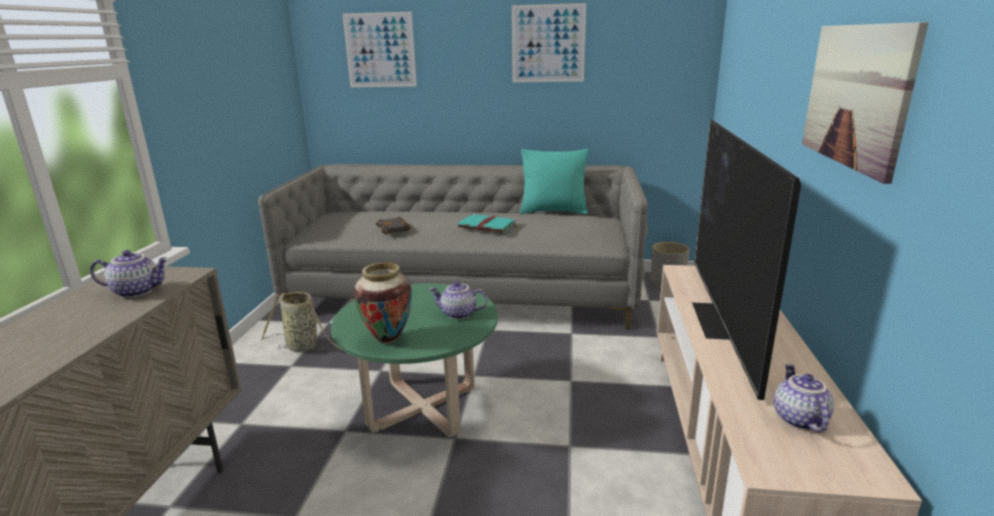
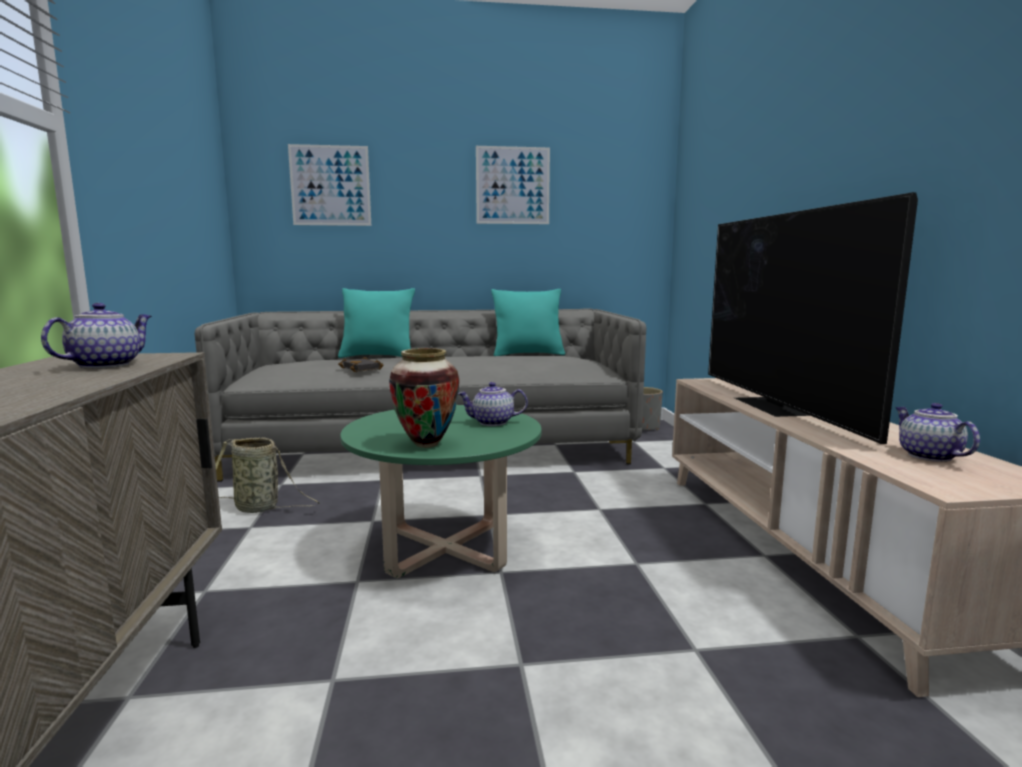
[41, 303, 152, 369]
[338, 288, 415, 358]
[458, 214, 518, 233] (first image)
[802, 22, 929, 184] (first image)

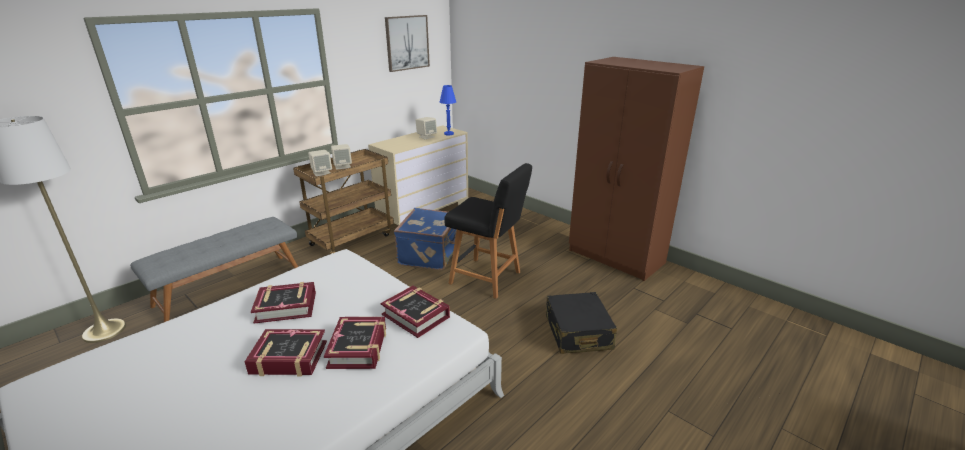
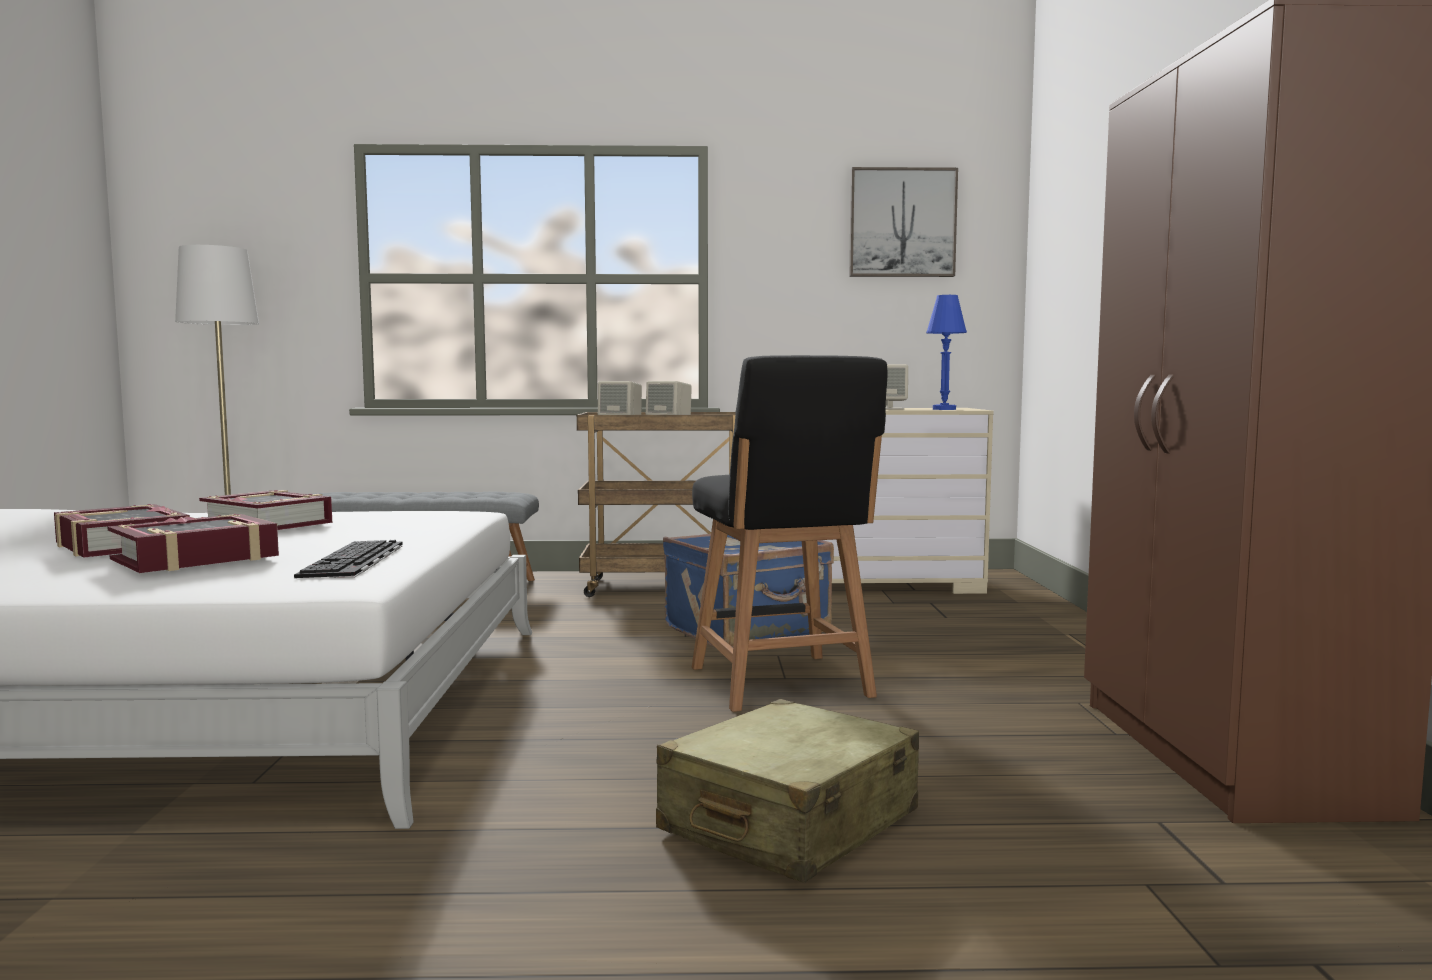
[294, 540, 403, 578]
[656, 699, 919, 883]

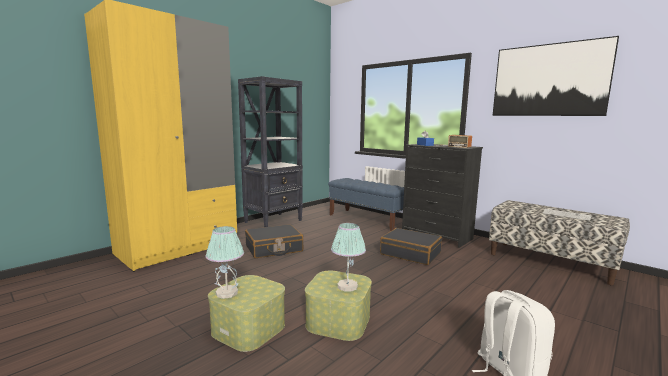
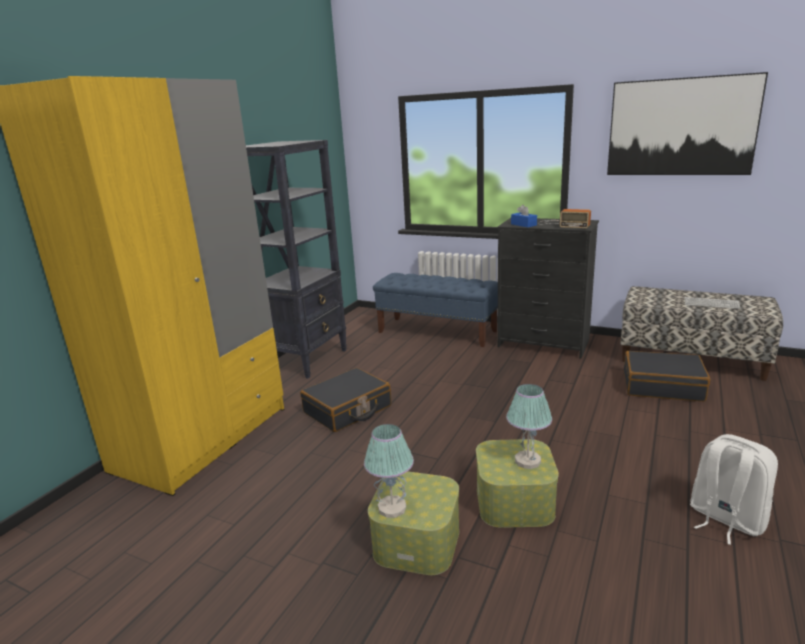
[624, 351, 710, 401]

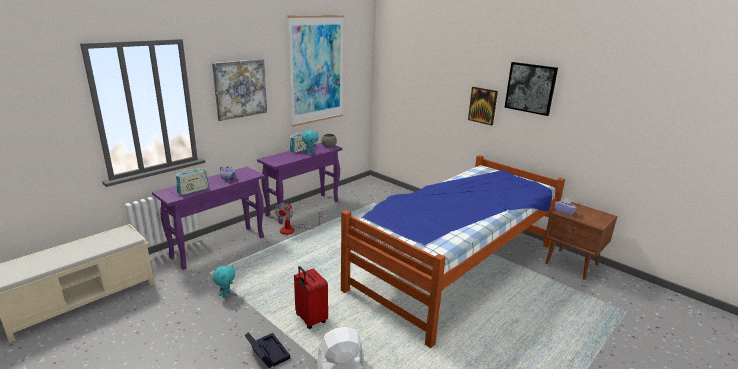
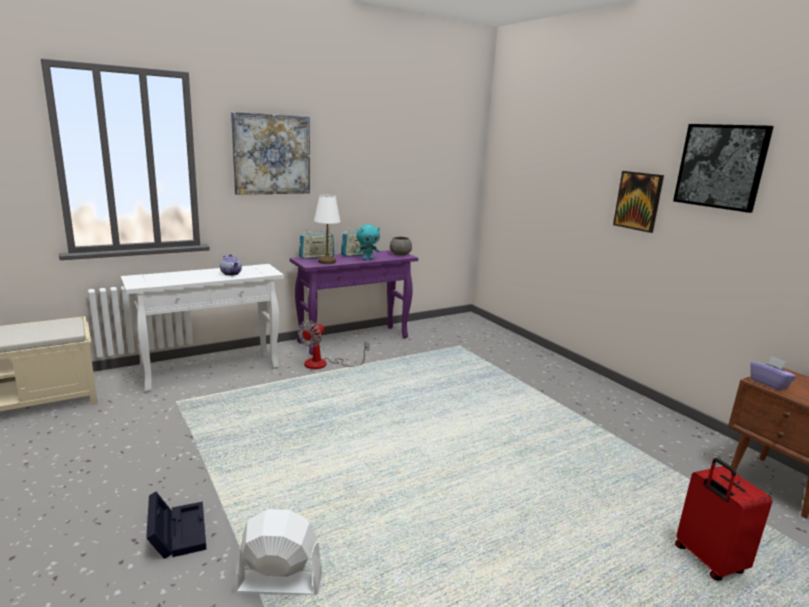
[121, 264, 284, 392]
[299, 229, 334, 259]
[314, 195, 341, 264]
[675, 458, 772, 581]
[213, 265, 235, 298] (first image)
[288, 15, 344, 126] (first image)
[341, 155, 565, 348] (first image)

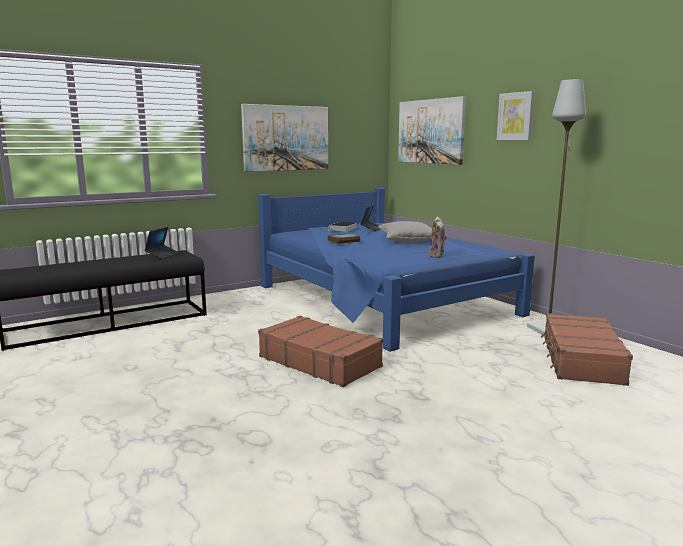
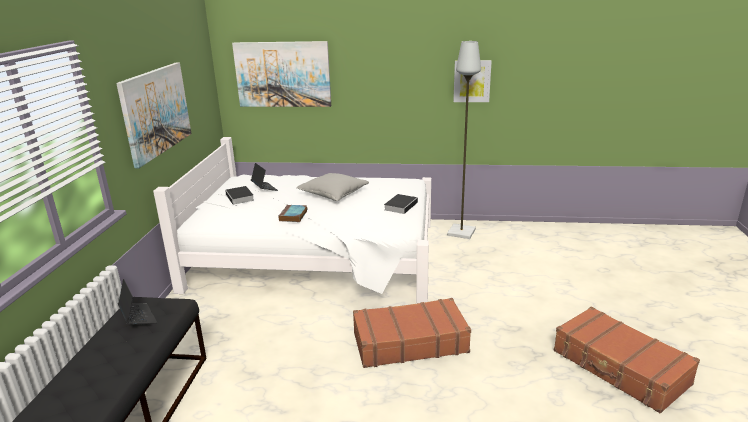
[153, 137, 431, 303]
[384, 194, 418, 214]
[453, 60, 492, 102]
[554, 307, 700, 413]

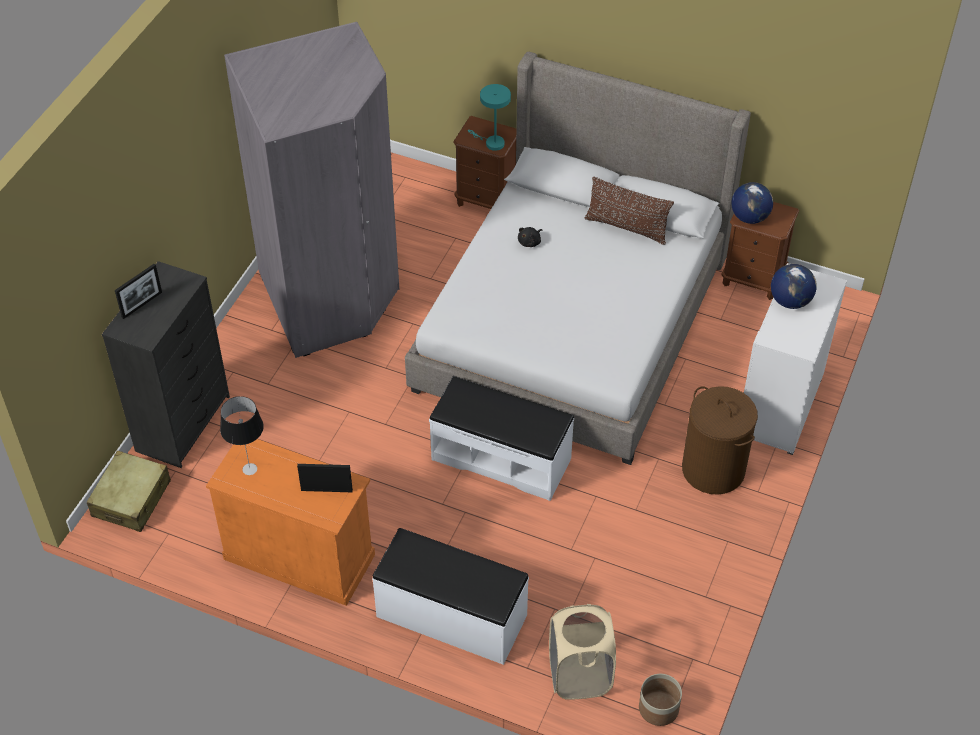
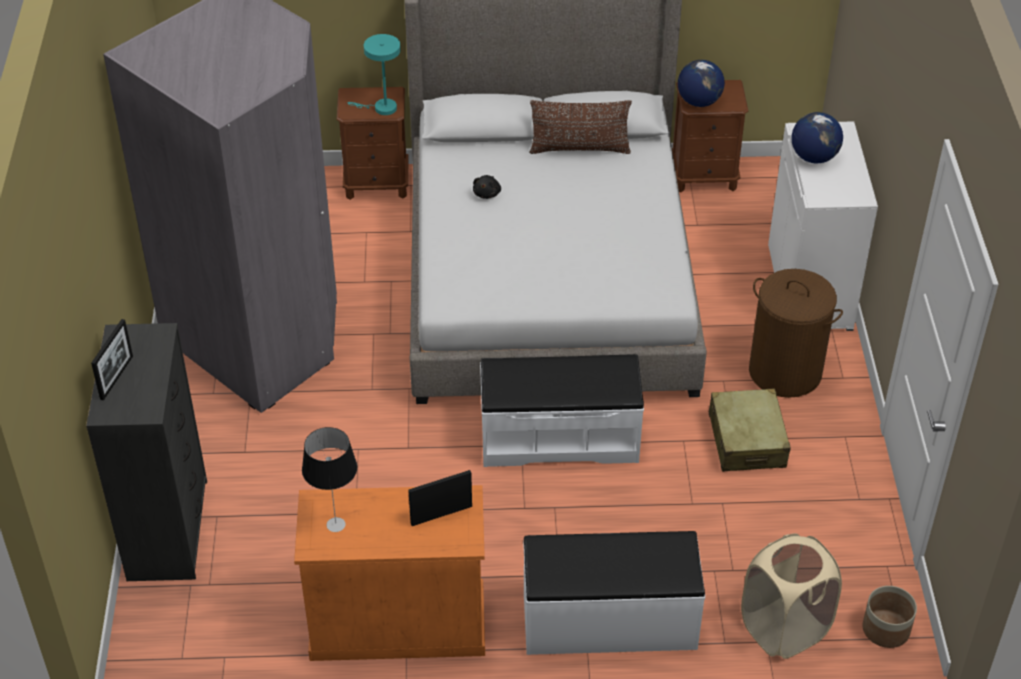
[709, 388, 791, 472]

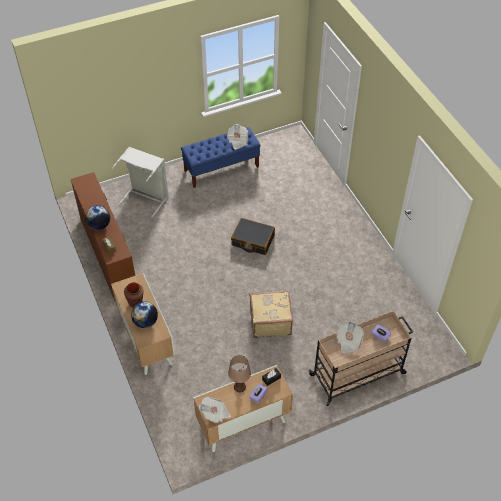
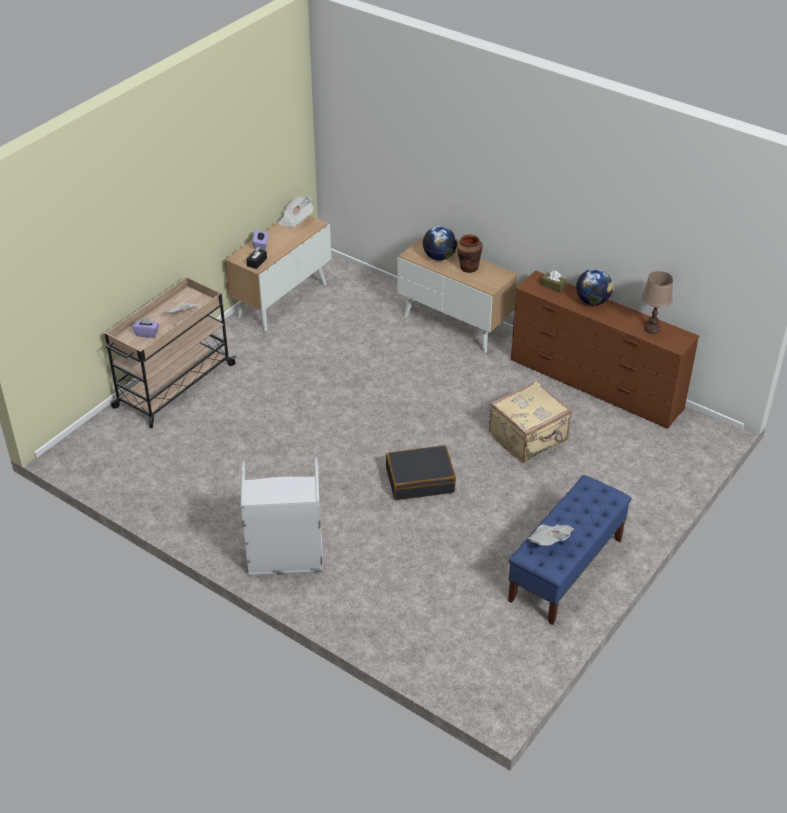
[240, 458, 323, 576]
[489, 381, 572, 463]
[642, 271, 673, 334]

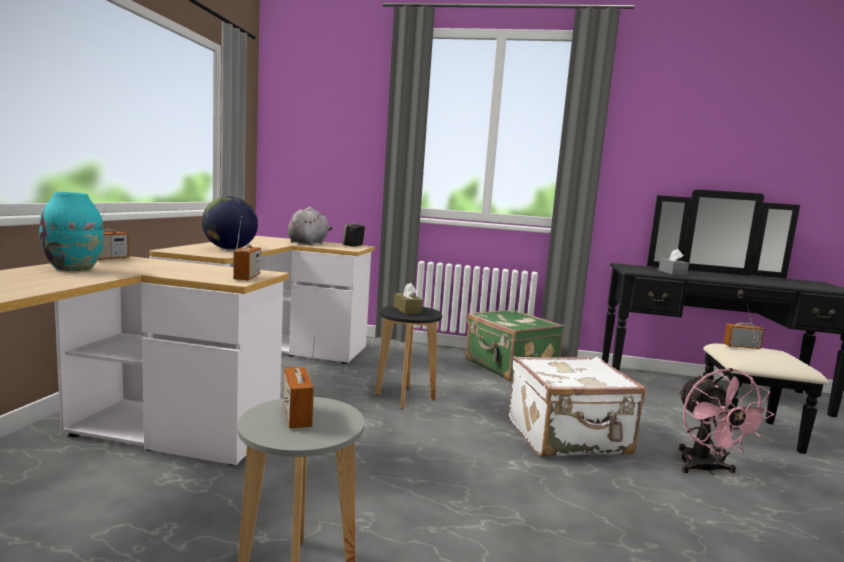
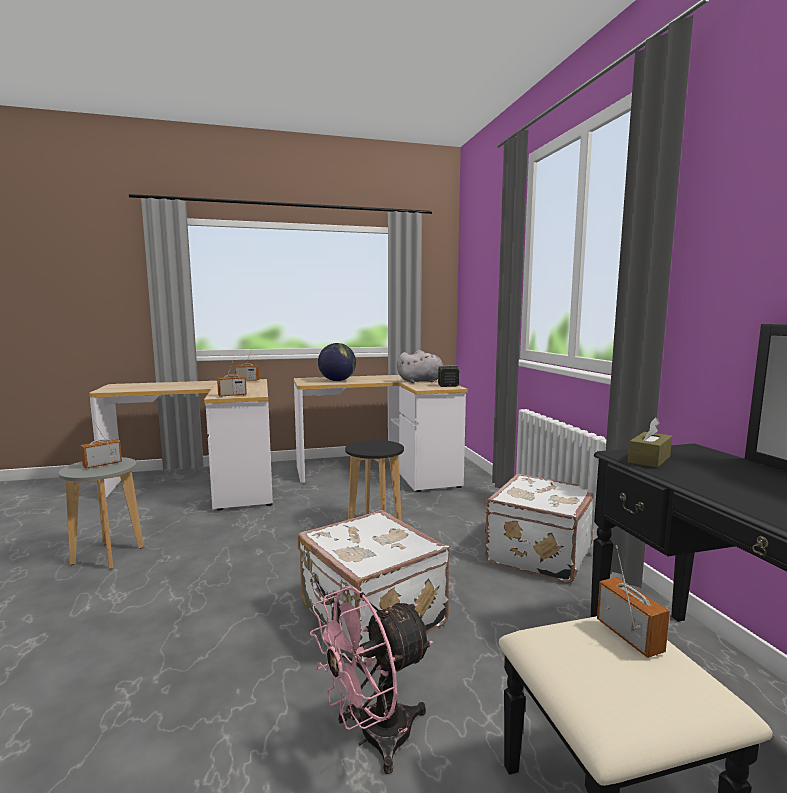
[485, 474, 594, 583]
[628, 417, 672, 468]
[39, 192, 104, 271] (first image)
[659, 249, 689, 276] (first image)

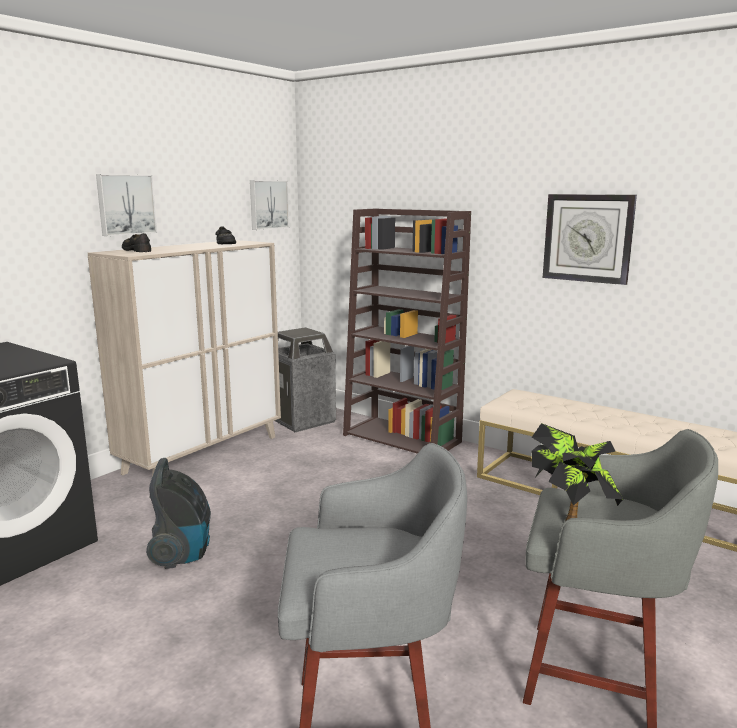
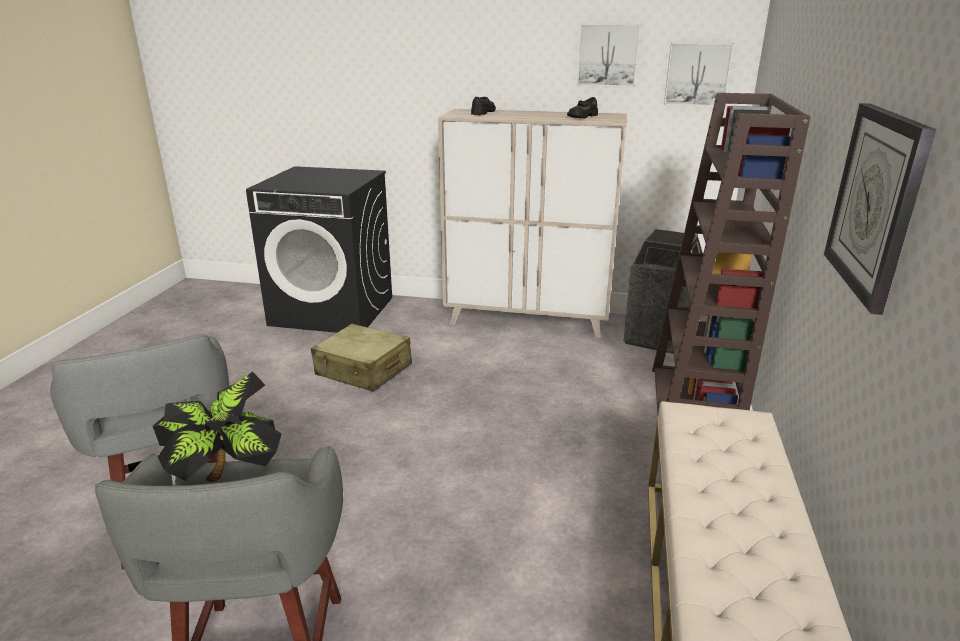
[311, 324, 412, 392]
[577, 24, 640, 87]

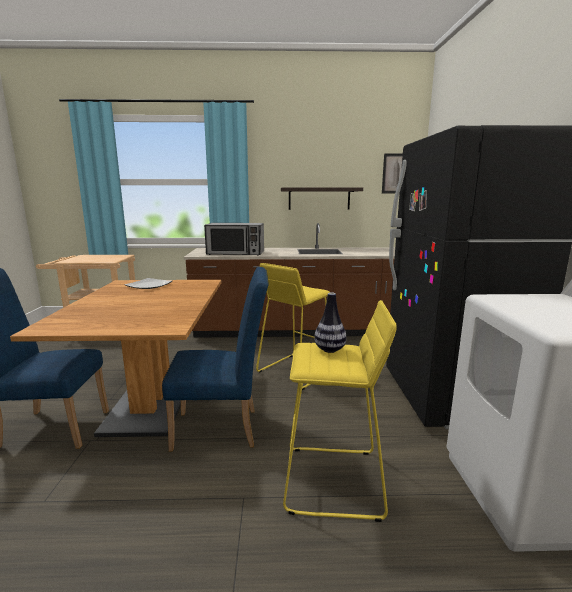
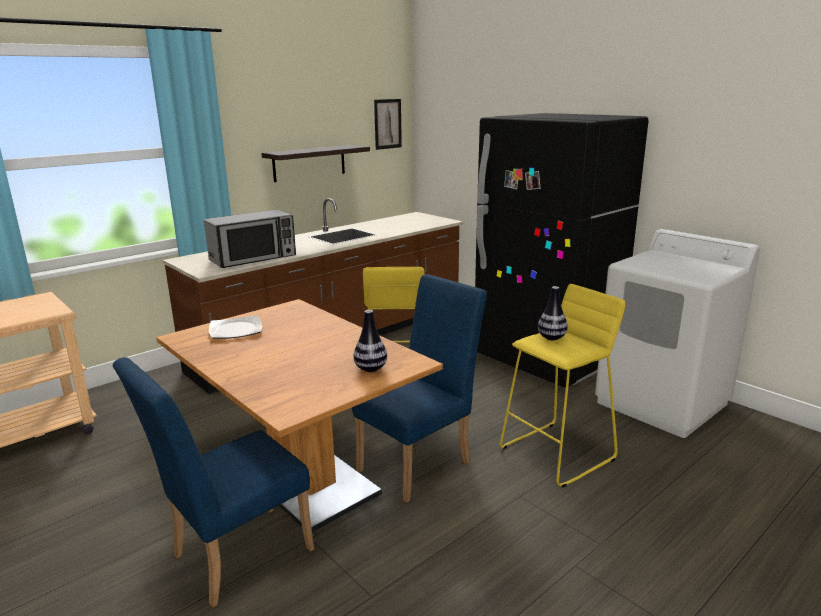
[354, 310, 387, 372]

